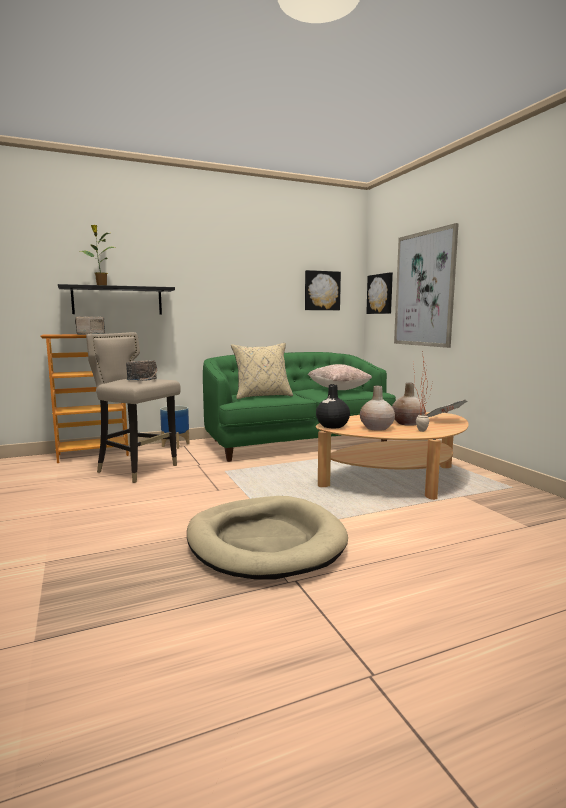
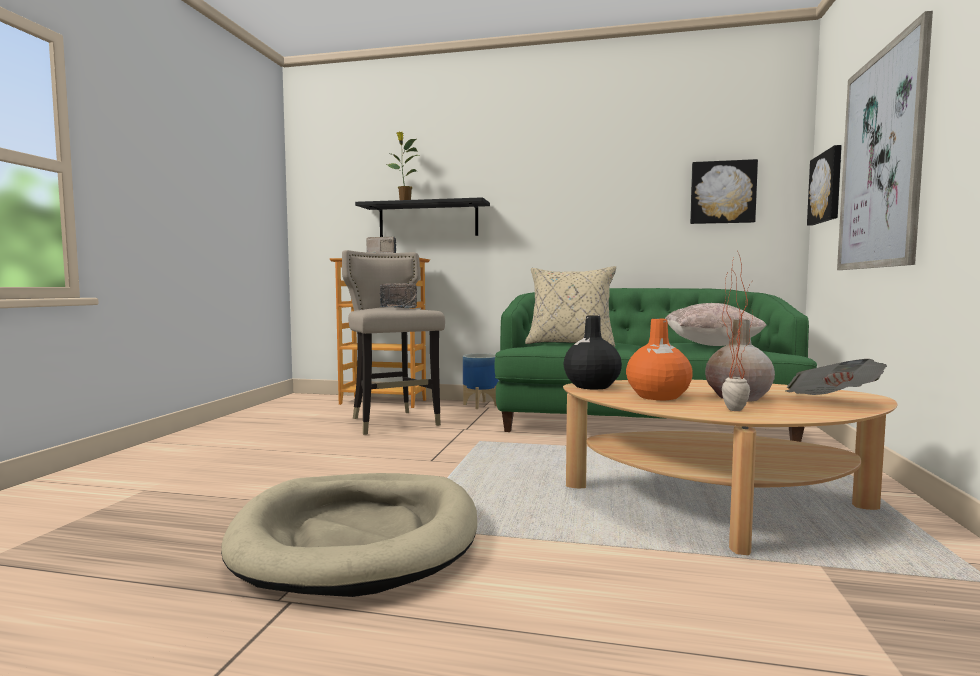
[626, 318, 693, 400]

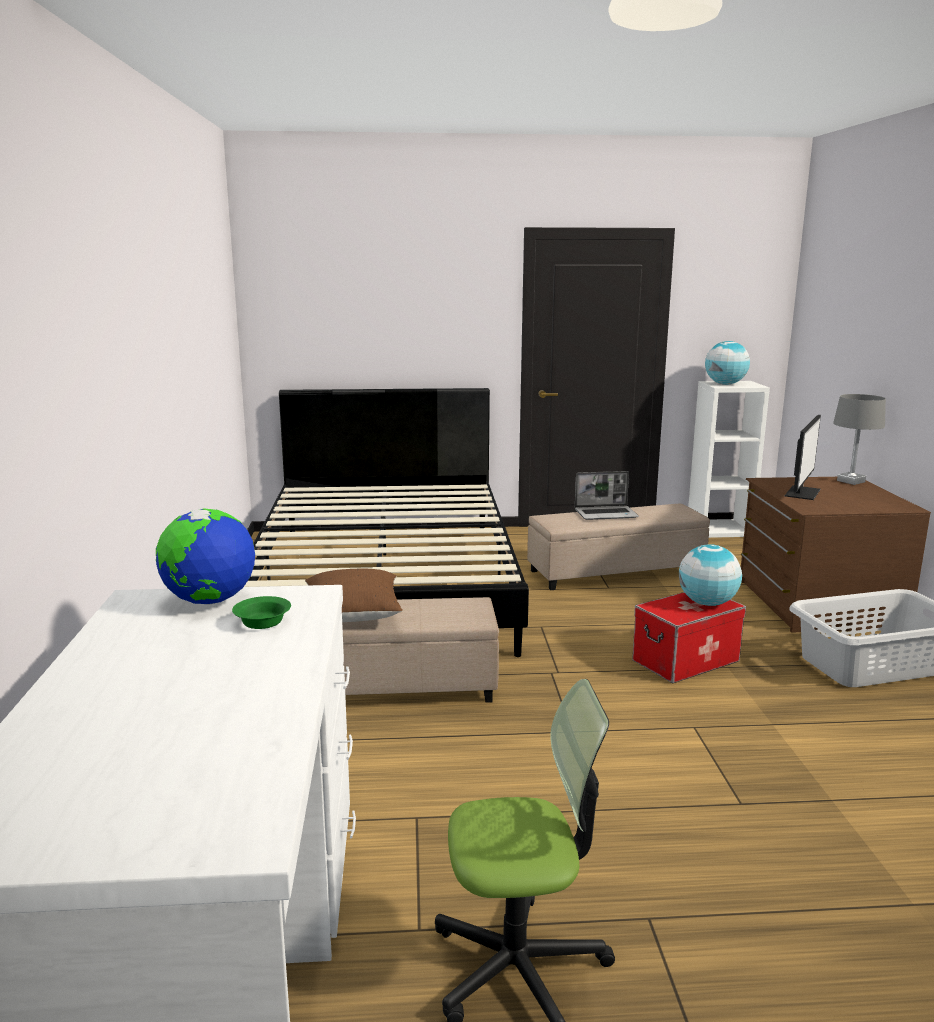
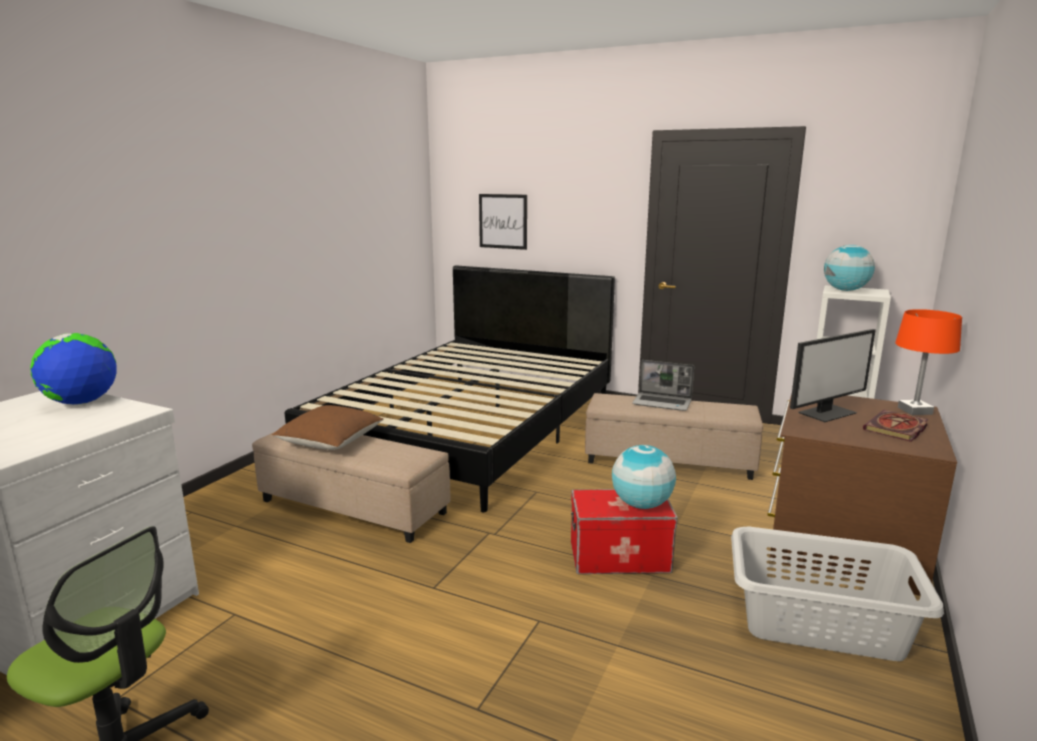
[479, 194, 527, 250]
[863, 410, 929, 442]
[895, 309, 962, 415]
[232, 596, 291, 629] (first image)

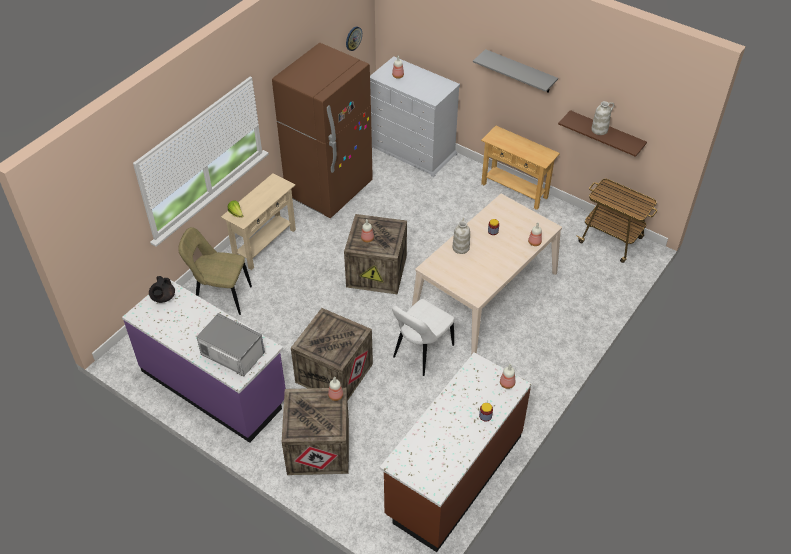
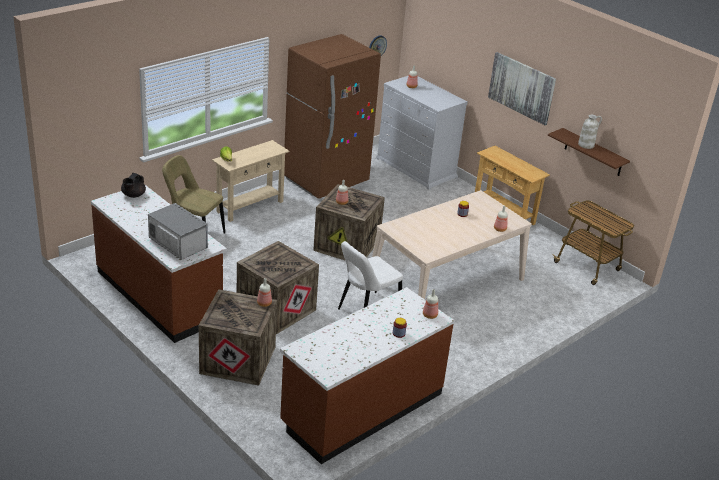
[91, 185, 227, 343]
[488, 52, 556, 125]
[452, 217, 470, 254] (first image)

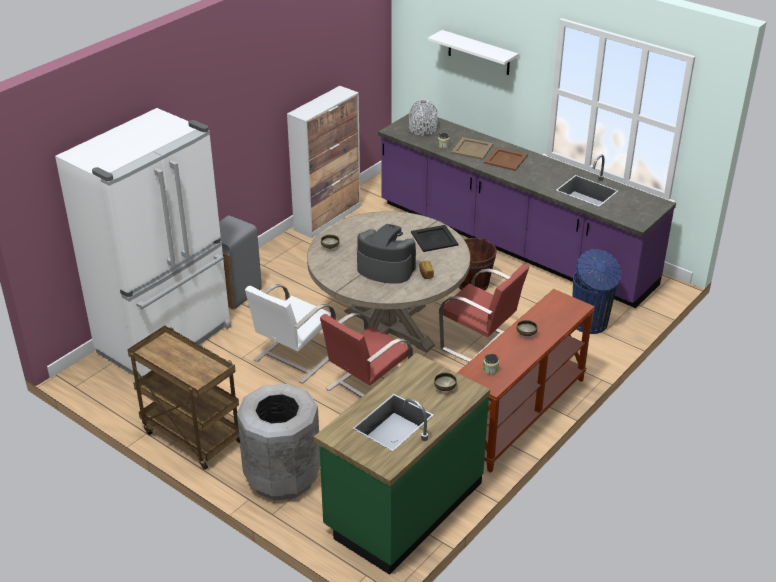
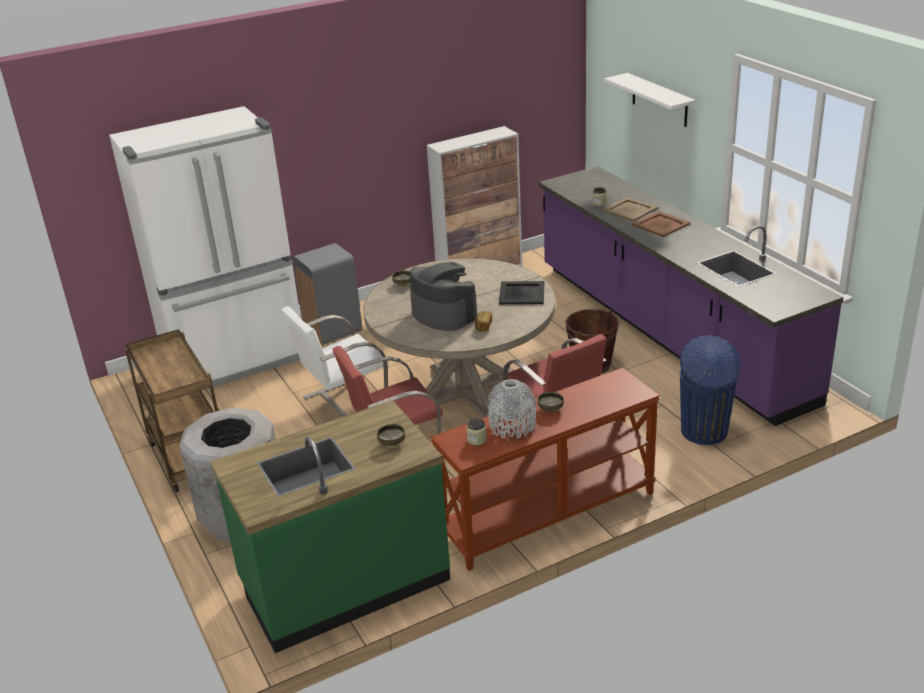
[487, 379, 536, 438]

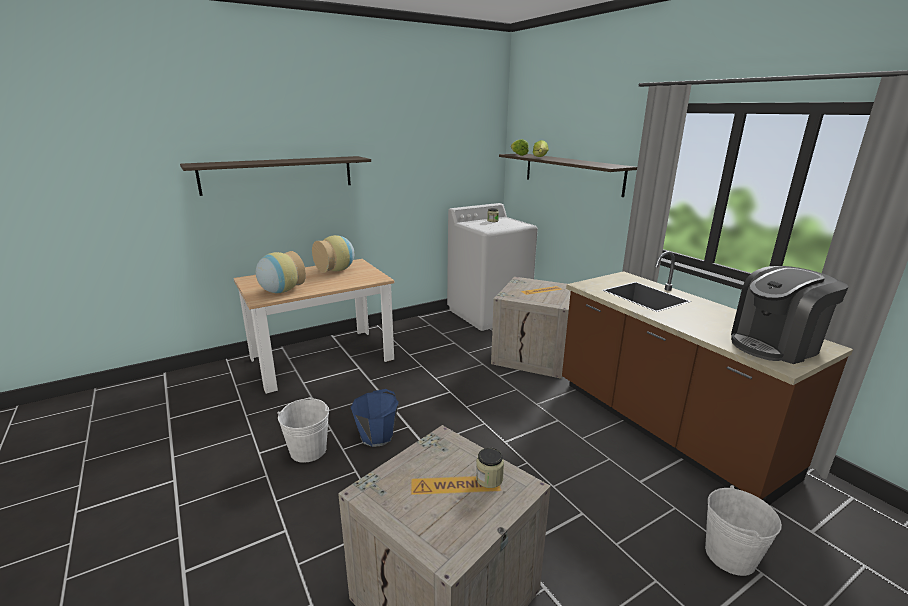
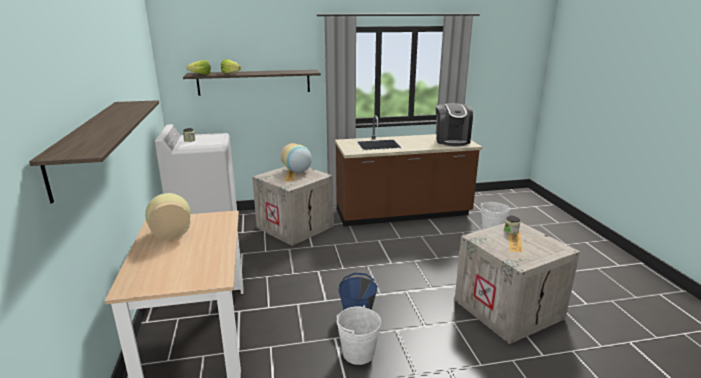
[281, 143, 312, 173]

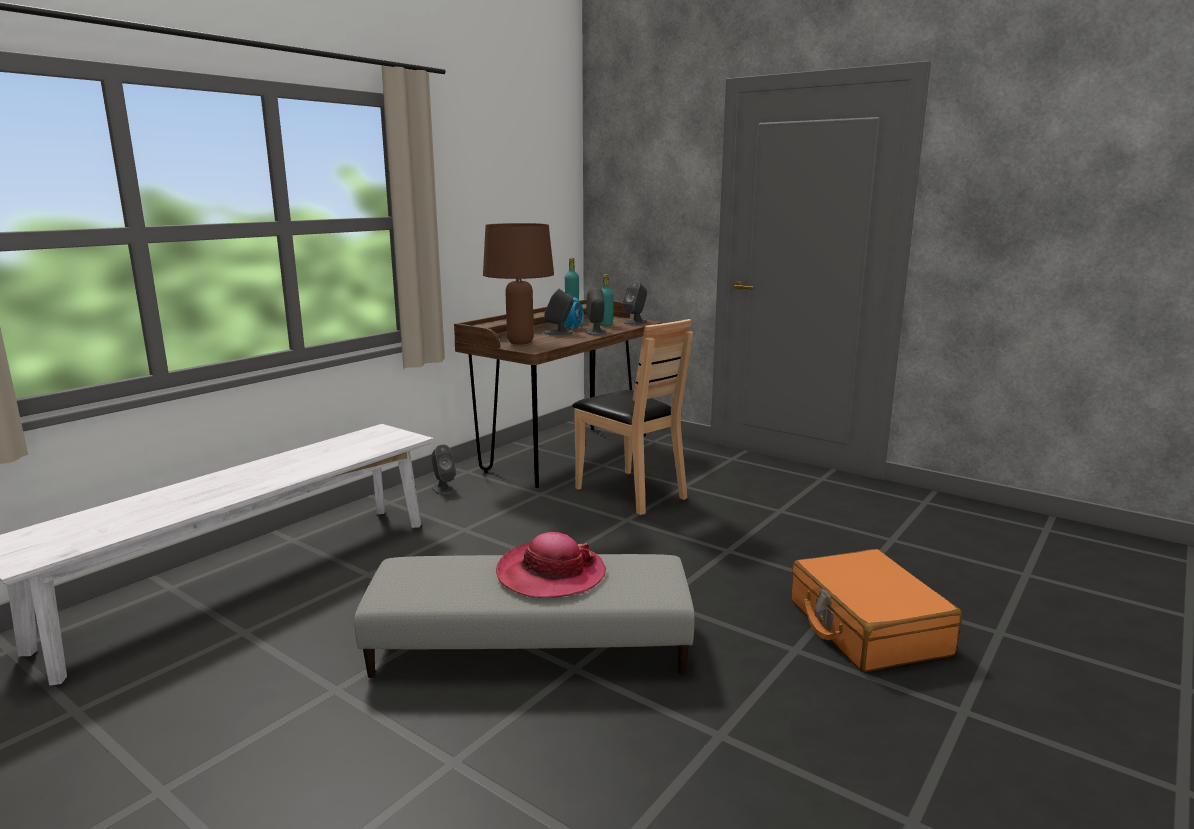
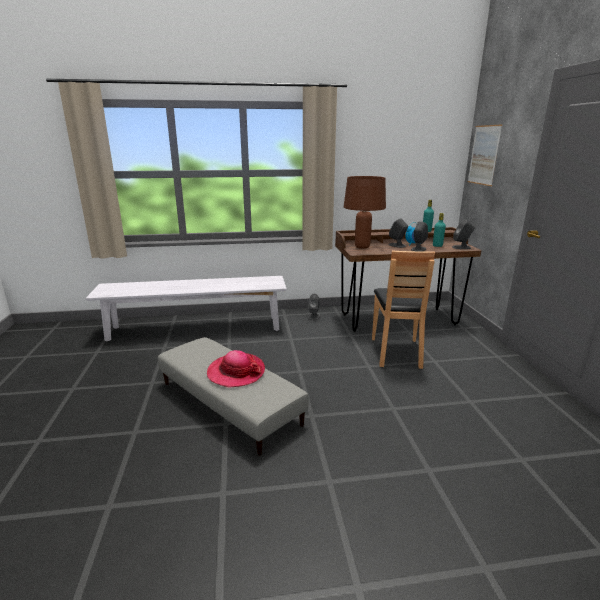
[468, 124, 502, 186]
[792, 549, 962, 672] (first image)

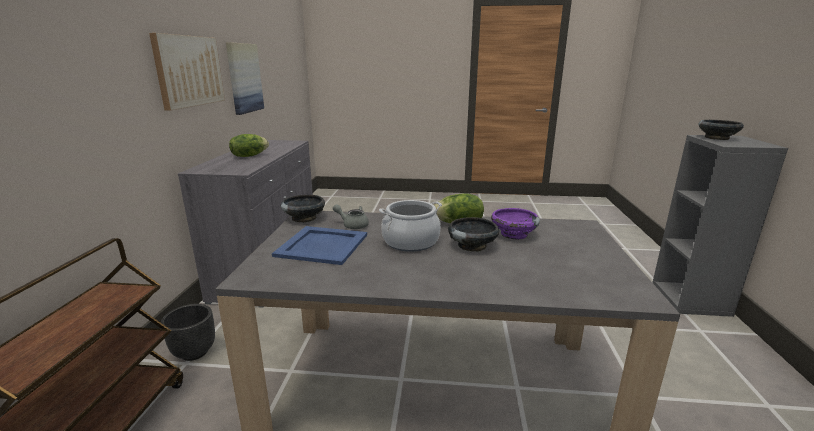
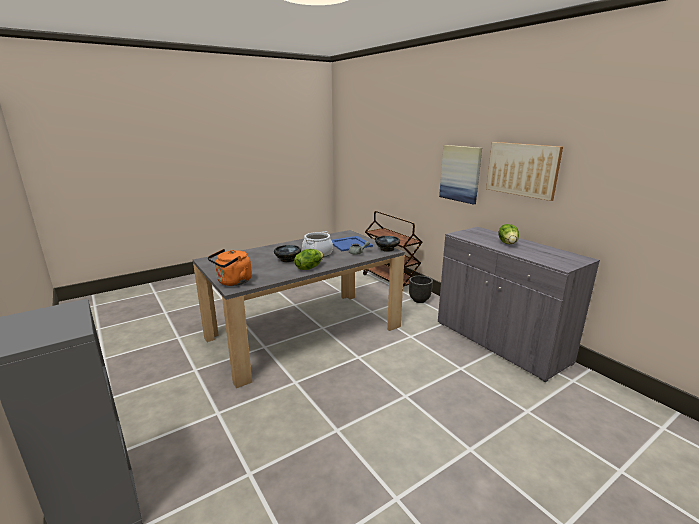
[208, 249, 252, 286]
[439, 145, 482, 204]
[491, 208, 540, 240] (first image)
[699, 120, 744, 140] (first image)

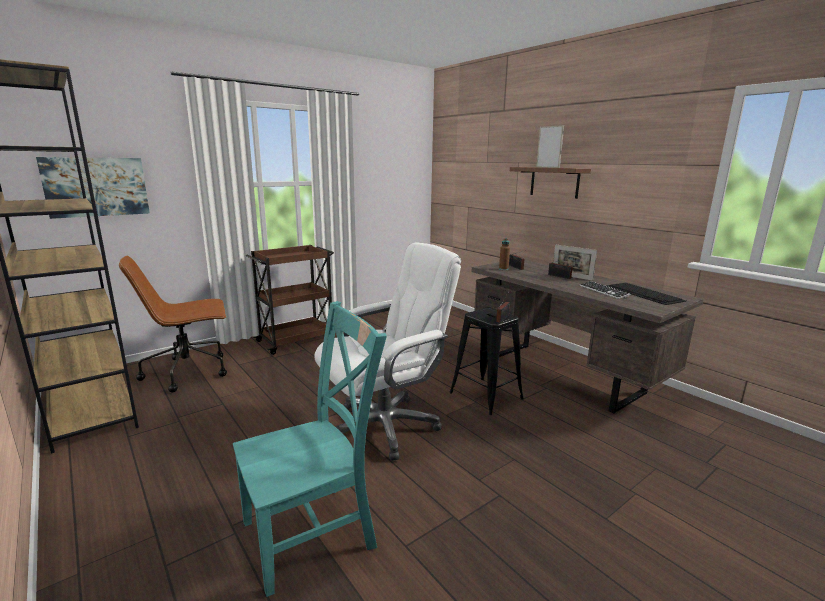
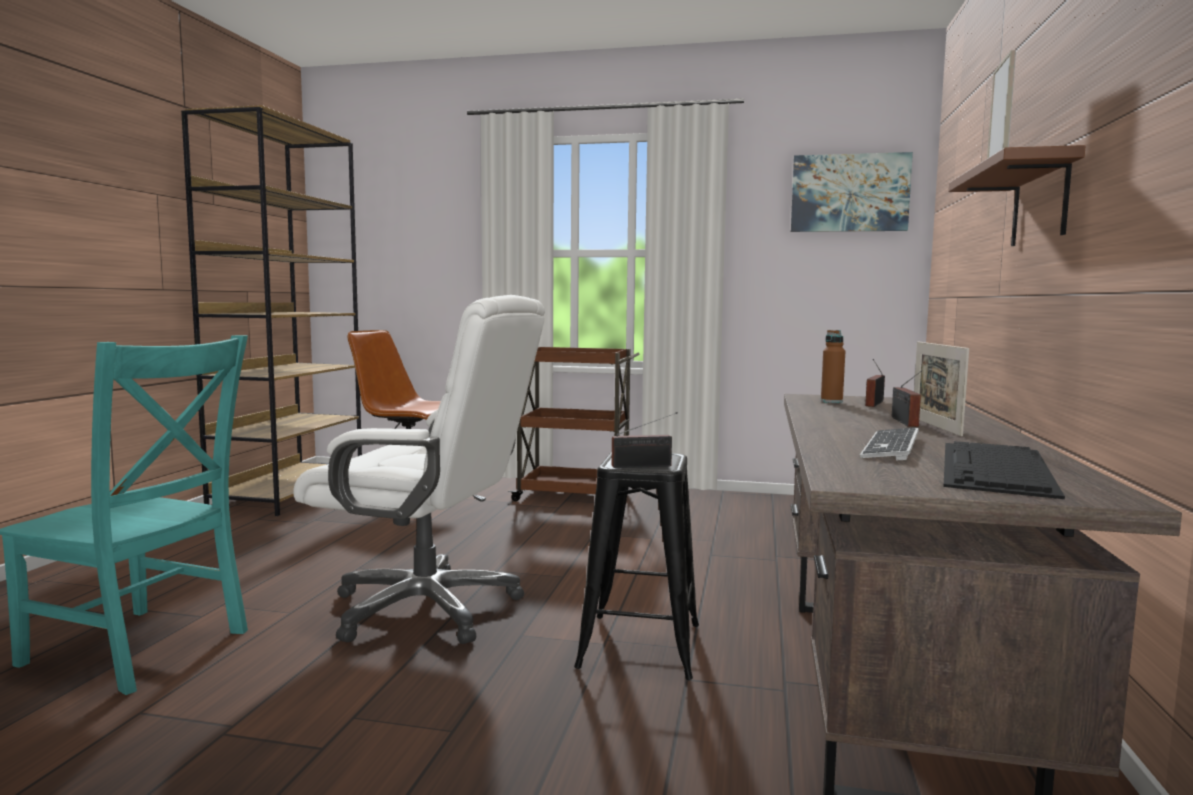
[791, 152, 913, 232]

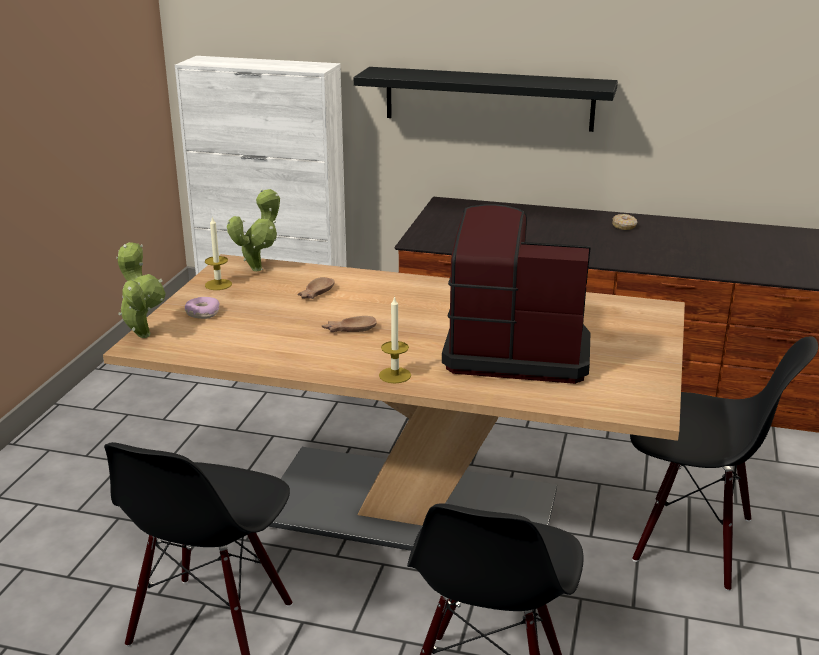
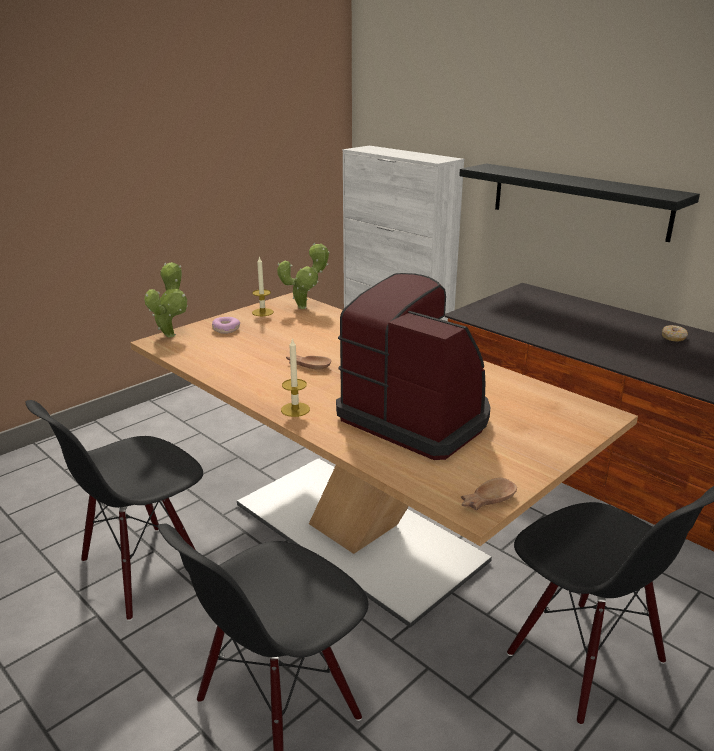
[461, 478, 517, 510]

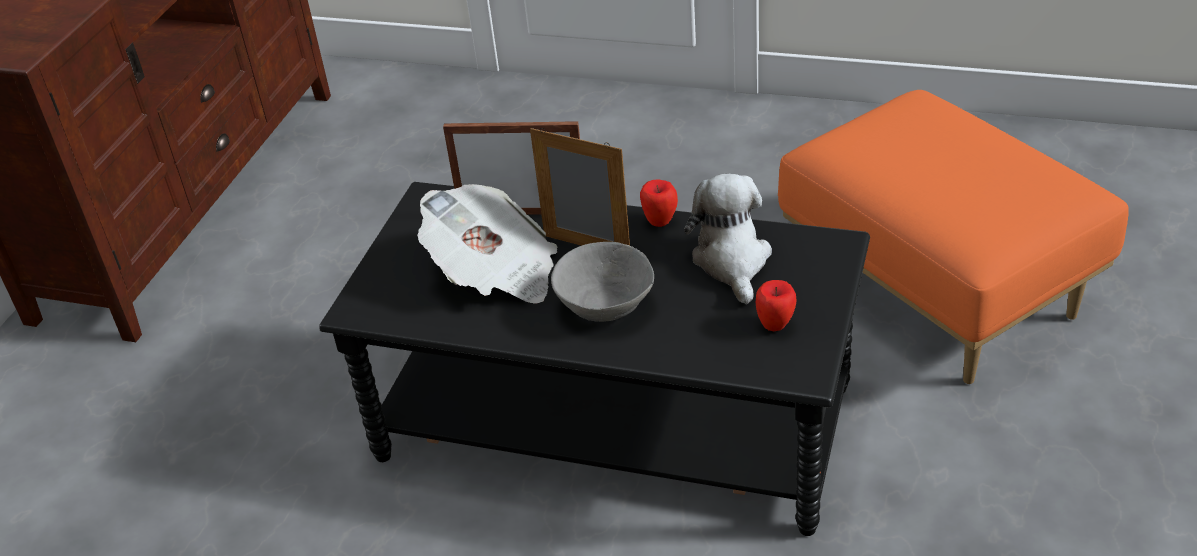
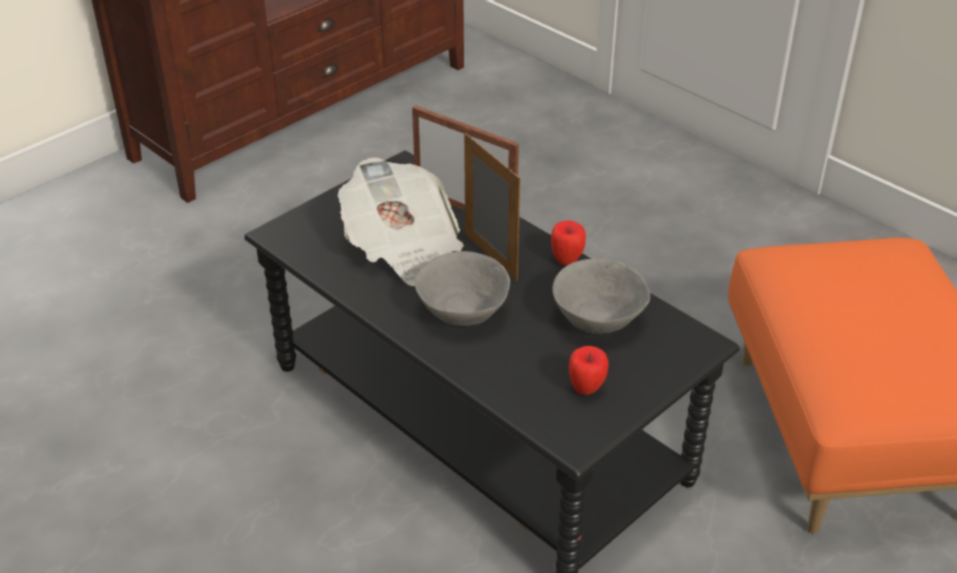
[552, 258, 650, 334]

